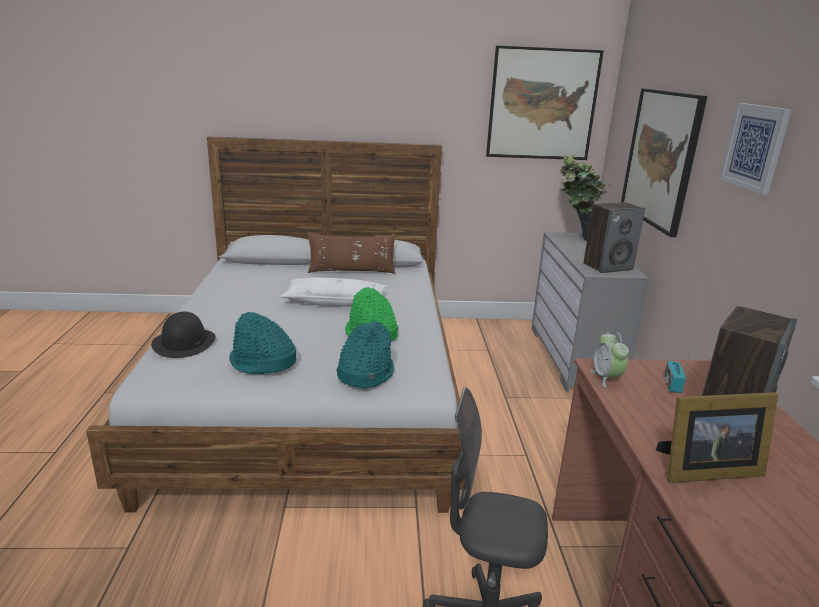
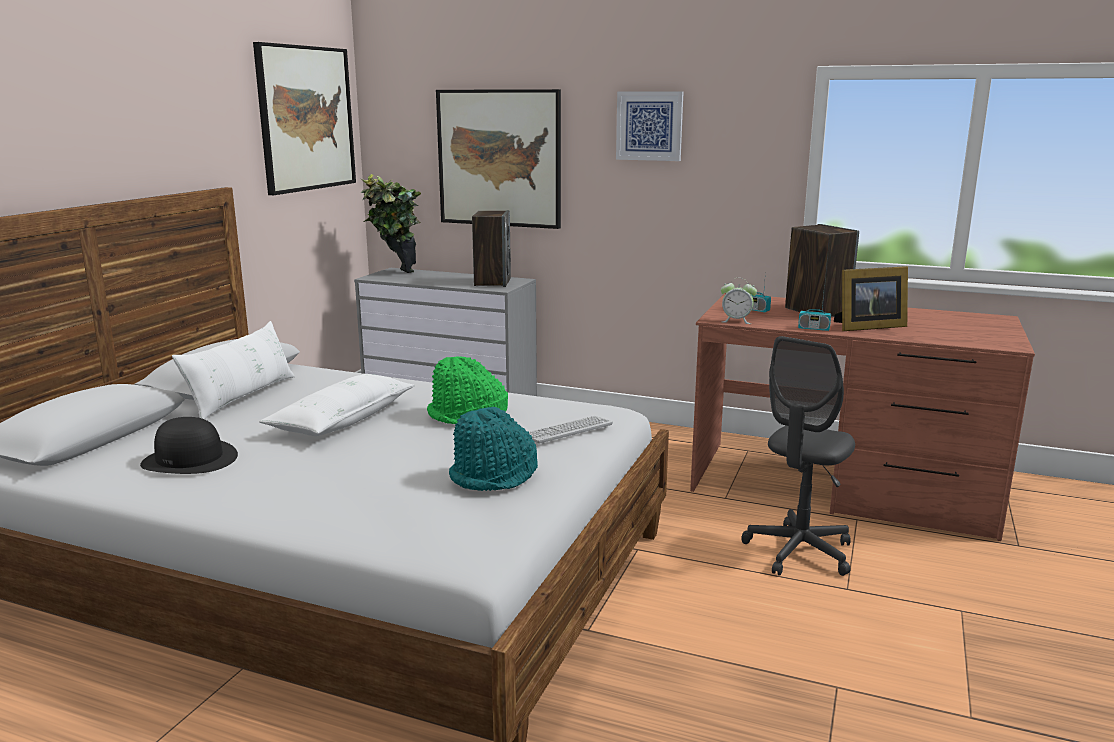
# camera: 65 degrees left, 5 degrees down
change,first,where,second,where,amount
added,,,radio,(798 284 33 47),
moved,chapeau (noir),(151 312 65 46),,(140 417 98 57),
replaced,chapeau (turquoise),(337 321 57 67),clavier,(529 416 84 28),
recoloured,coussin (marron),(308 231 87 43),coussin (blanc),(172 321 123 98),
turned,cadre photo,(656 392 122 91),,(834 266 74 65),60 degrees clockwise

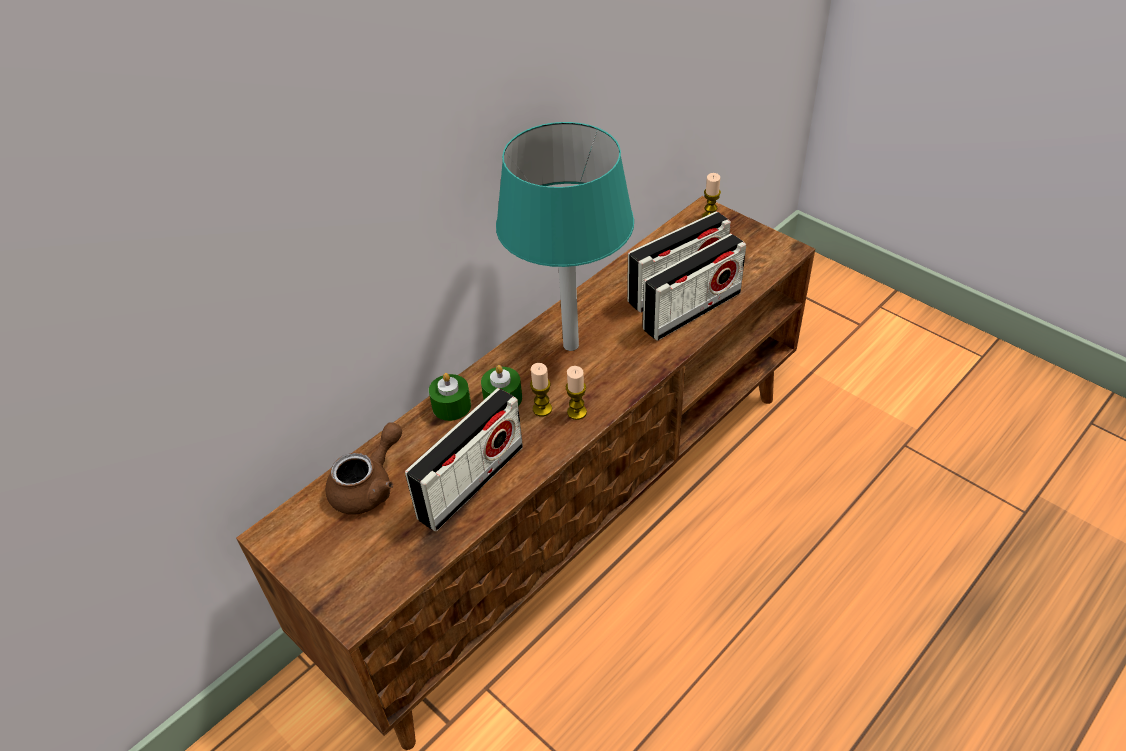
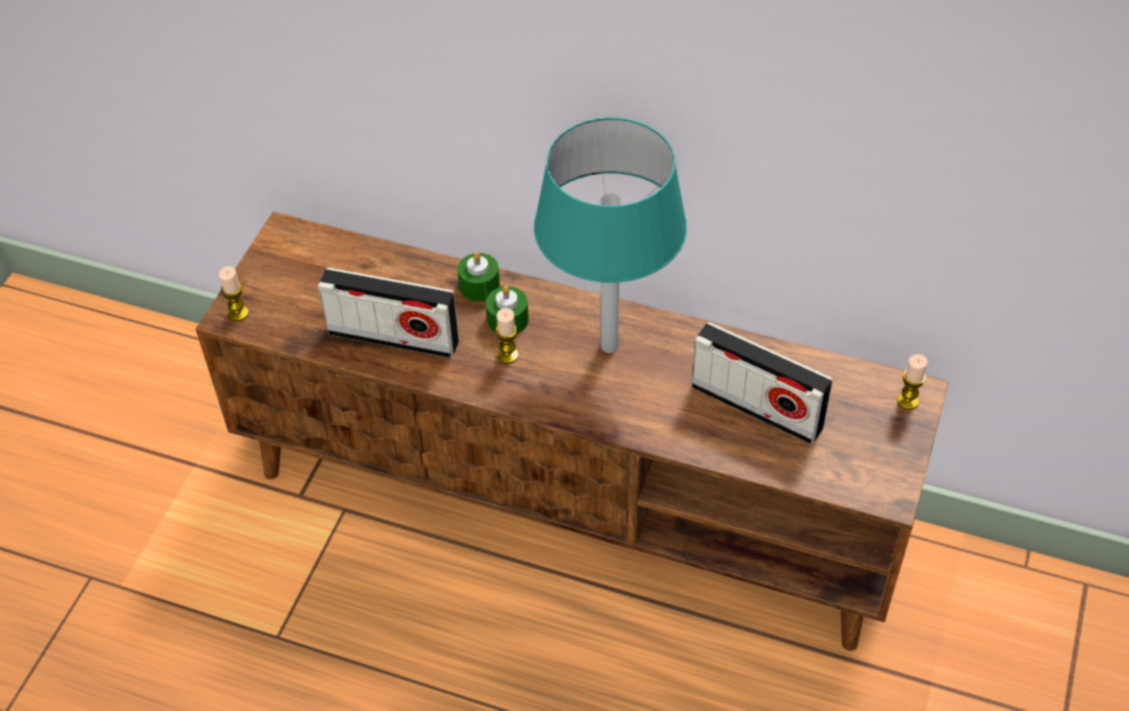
# camera: 65 degrees right, 5 degrees up
change,first,where,second,where,amount
removed,théière (marron),(325 422 77 93),,,
removed,radio,(643 234 103 107),,,
moved,bougie,(566 366 21 54),,(219 266 30 55),

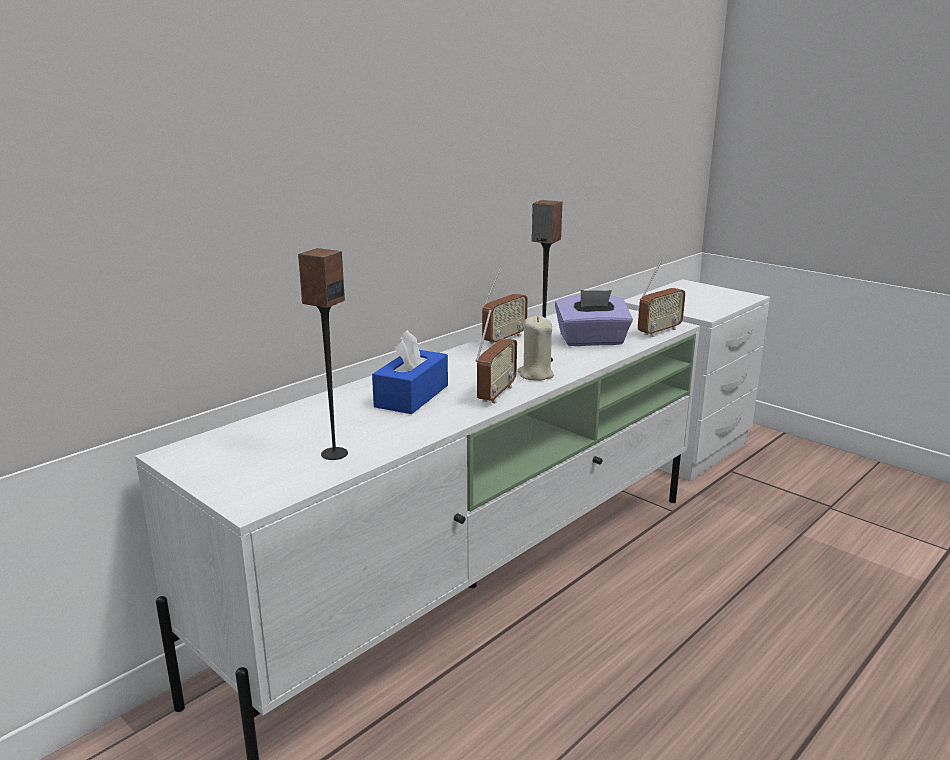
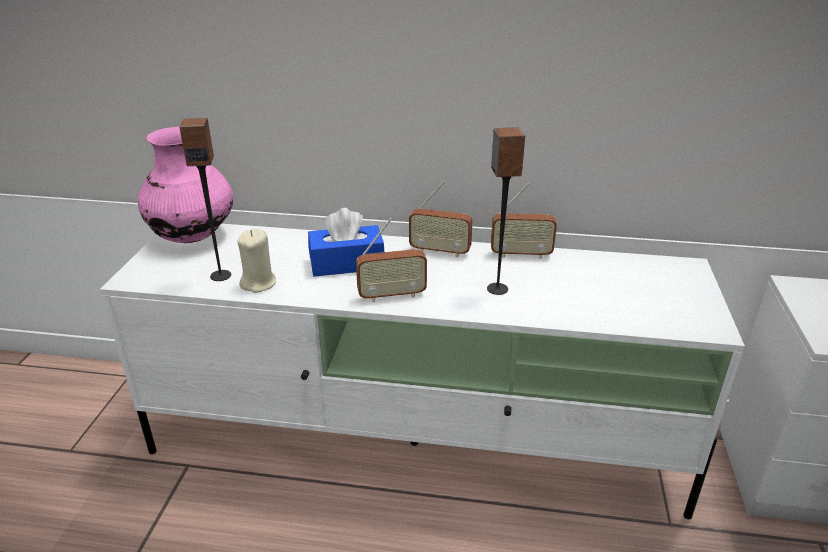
# camera: 55 degrees right, 10 degrees up
change,first,where,second,where,amount
removed,boîte à mouchoirs (violet),(555 290 78 56),,,
added,,,vase (rose),(138 127 96 116),
moved,bougie (beige),(517 316 37 65),,(237 229 39 64),
moved,radio,(638 261 47 76),,(409 180 64 77),

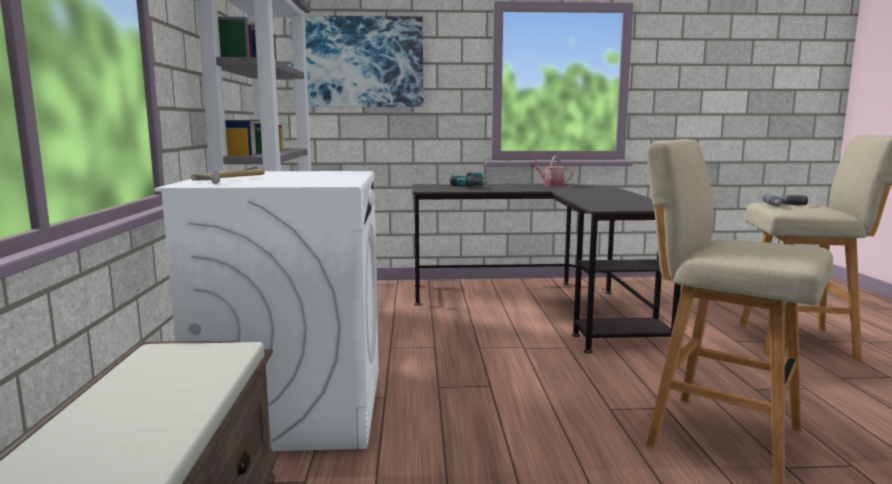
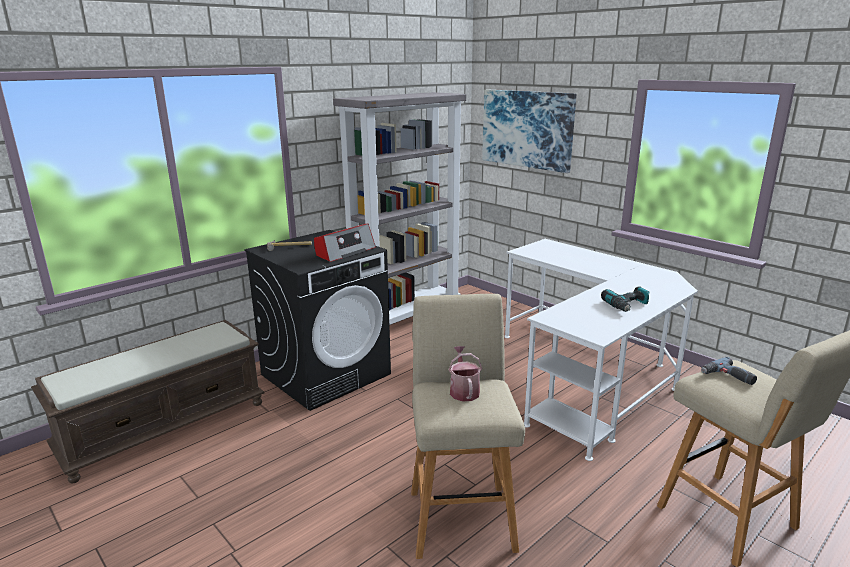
# camera: 50 degrees right, 10 degrees up
change,first,where,second,where,amount
added,,,radio,(314 223 62 39),
moved,perceuse,(450 172 38 15),,(601 286 49 26),
moved,arrosoir,(530 156 44 30),,(449 346 33 56),
recoloured,lave-linge (blanc),(154 171 225 280),lave-linge (noir),(244 230 147 181),
recoloured,bureau (noir),(412 184 269 170),bureau (blanc),(504 239 194 222),

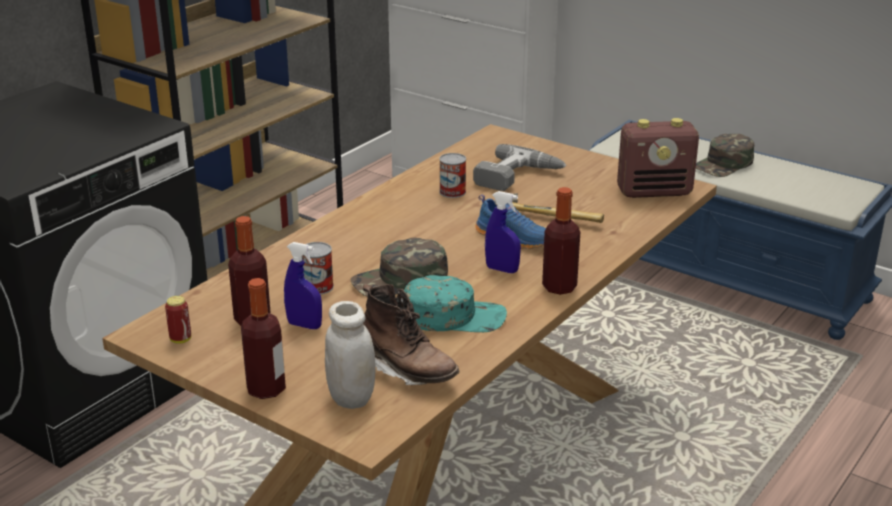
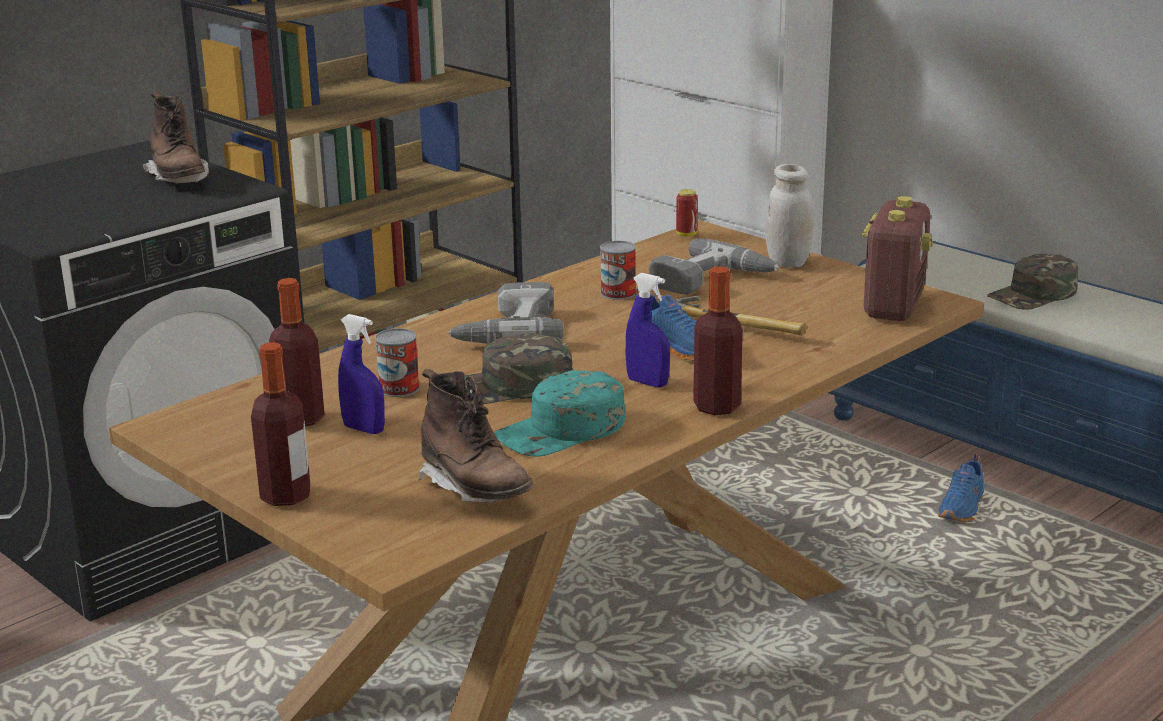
# camera: 10 degrees right, 5 degrees down
change,first,where,second,where,amount
added,,,botte (marron),(143 92 66 92),
added,,,perceuse,(448 282 116 62),
added,,,chaussure (bleu),(938 454 46 68),
moved,boîte métallique,(165 296 26 48),,(676 189 22 48),
moved,bocal (blanc),(325 301 50 108),,(766 164 48 104),
turned,casquette (turquoise),(404 275 103 57),,(494 370 131 87),135 degrees clockwise
turned,radio,(617 118 82 80),,(862 196 71 125),75 degrees counterclockwise

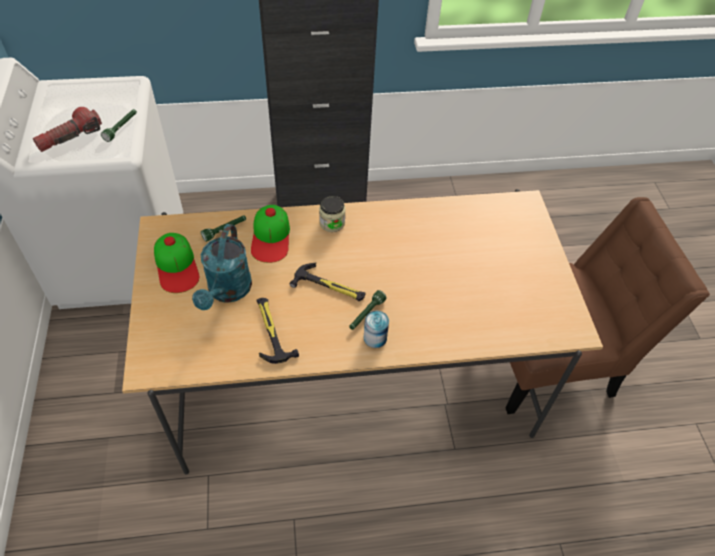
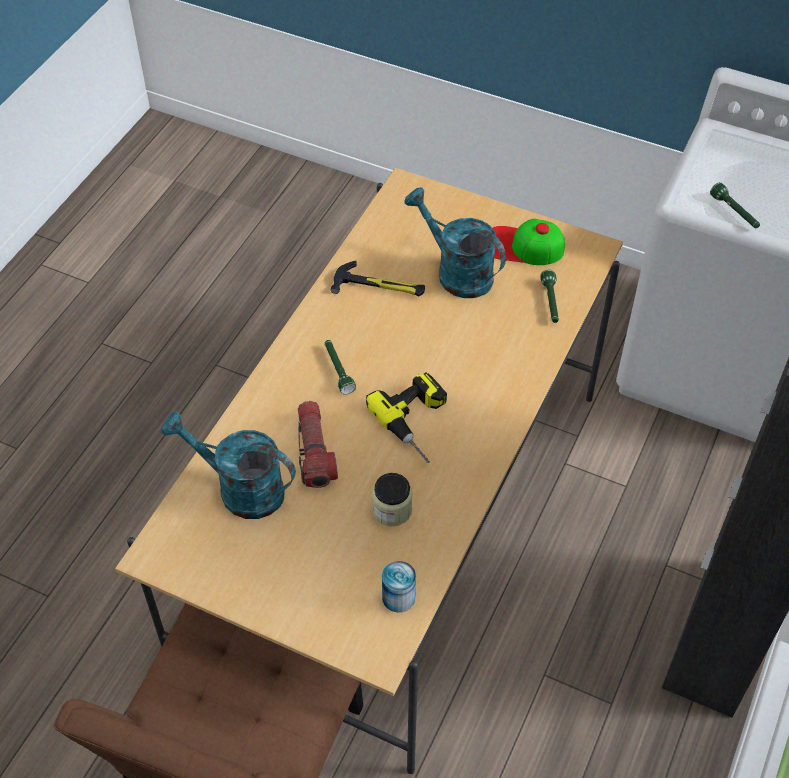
# camera: 125 degrees right, 0 degrees up
change,first,where,second,where,amount
removed,casquette,(251 205 39 58),,,
removed,marteau,(290 263 75 38),,,
added,,,arrosoir (turquoise),(161 411 135 108),
added,,,perceuse,(366 373 81 90),
moved,lampe de poche,(33 107 69 45),,(298 401 40 87),
moved,bocal,(319 196 27 36),,(372 473 40 54),
moved,boîte métallique,(364 311 25 37),,(382 561 34 51),

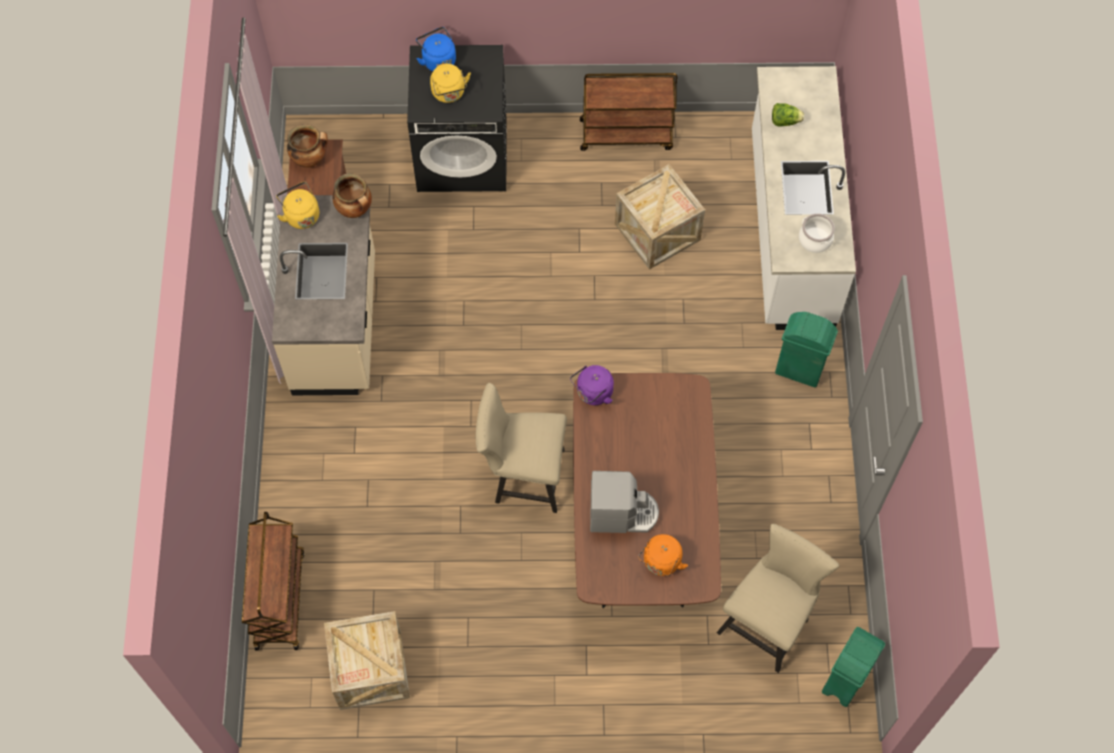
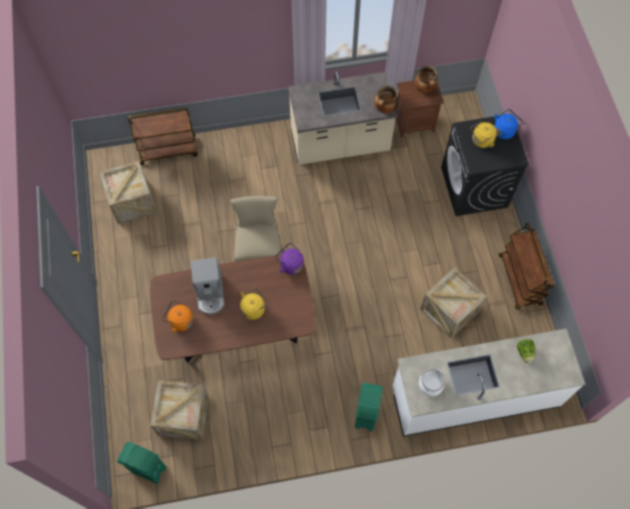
# camera: 80 degrees right, 0 degrees up
change,first,where,second,where,amount
moved,bouilloire (jaune),(276 182 43 47),,(240 288 29 32),
replaced,chaise (beige),(717 524 122 149),caisse,(150 380 59 60),

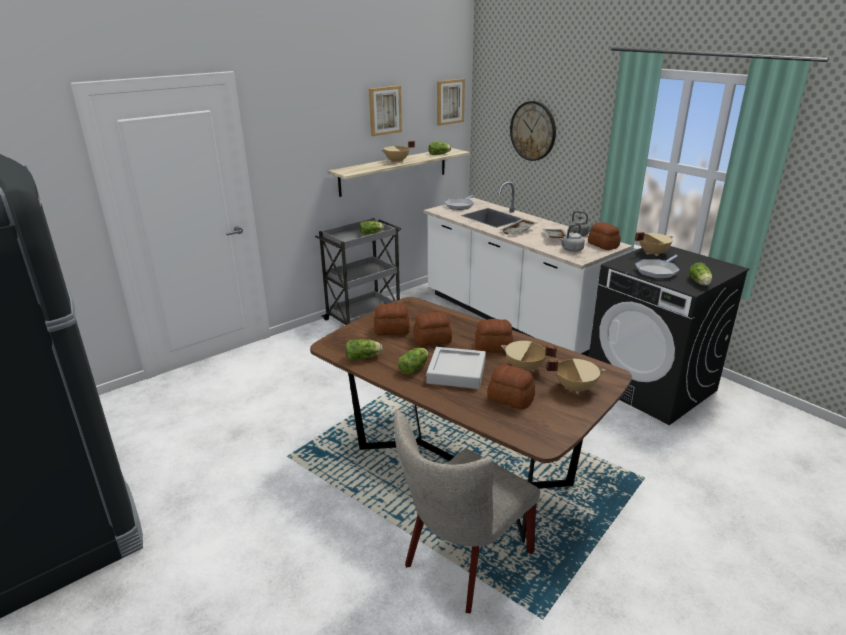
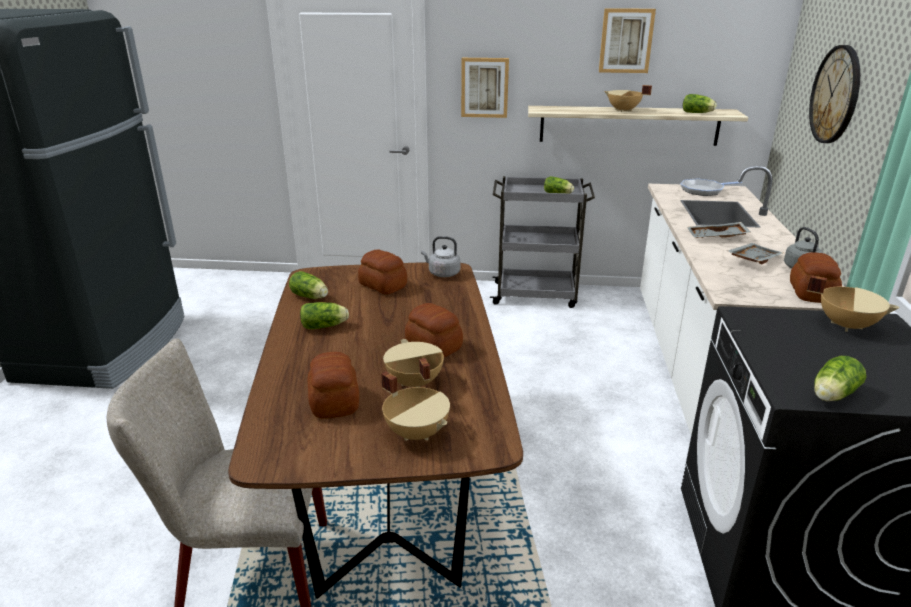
# camera: 45 degrees right, 0 degrees up
change,first,where,second,where,amount
removed,pain,(413 312 39 34),,,
removed,plateau (gris),(426 347 60 42),,,
removed,poêle,(635 255 44 23),,,
moved,tableau,(437 79 28 47),,(461 58 48 60),
moved,bouilloire (gris),(559 224 26 28),,(421 236 39 41),

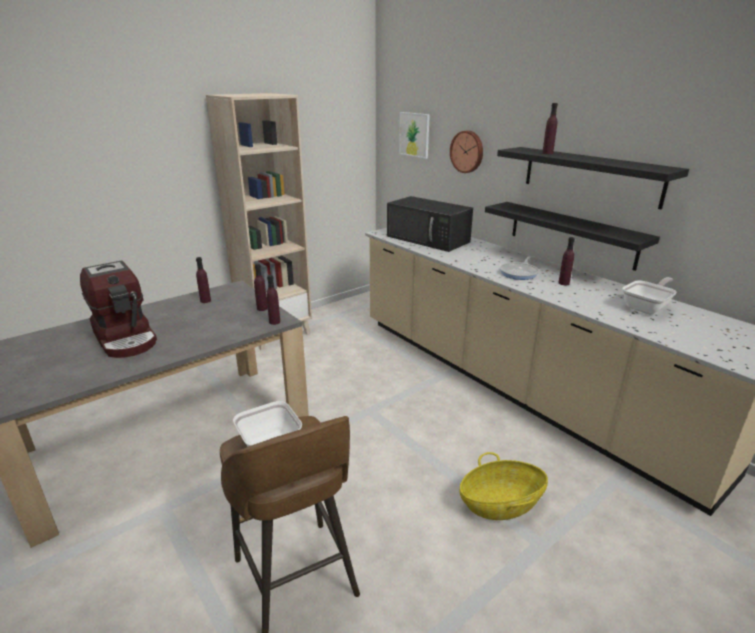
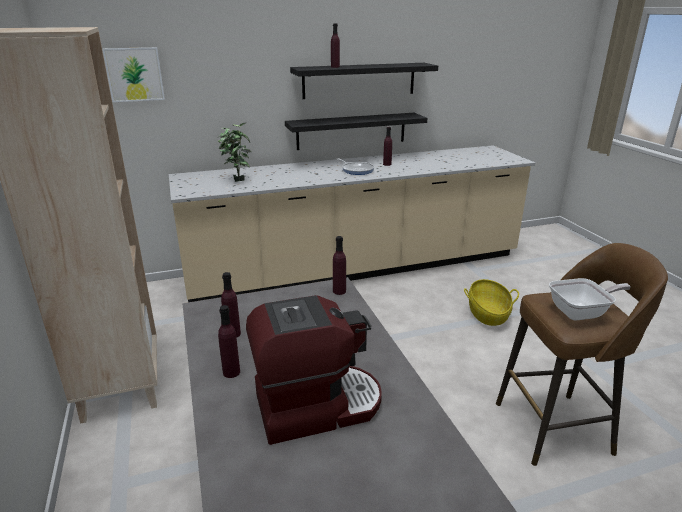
# camera: 70 degrees left, 0 degrees up
change,first,where,second,where,amount
removed,horloge murale,(450 131 33 42),,,
removed,poêle,(622 277 55 37),,,
moved,bouteille (violet),(254 264 14 47),,(218 305 22 73),
replaced,micro-ondes (noir),(387 196 86 56),plante en pot,(218 122 34 60),

